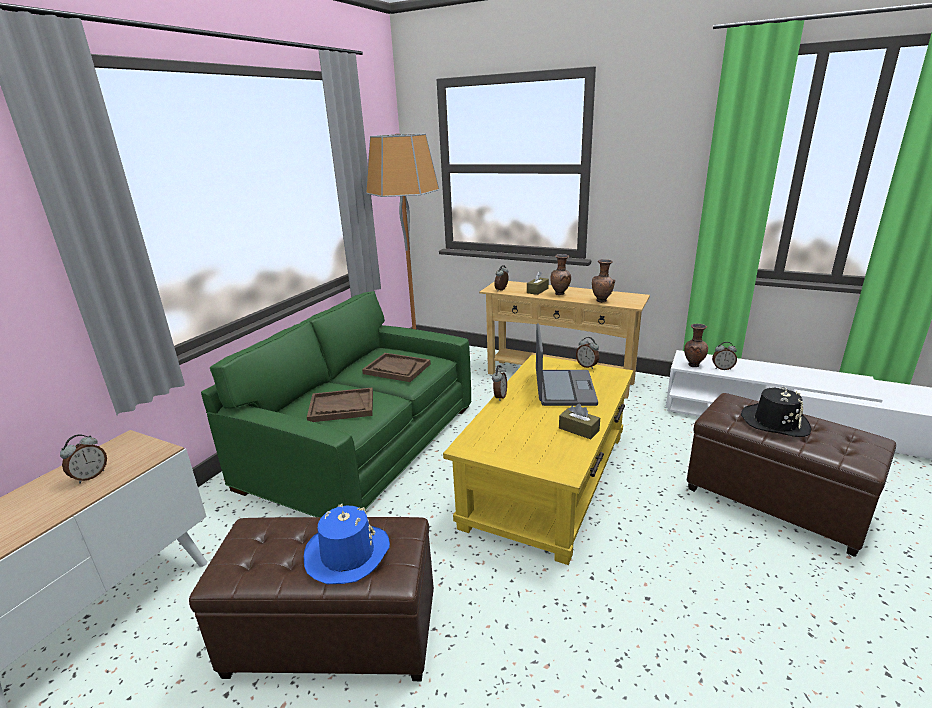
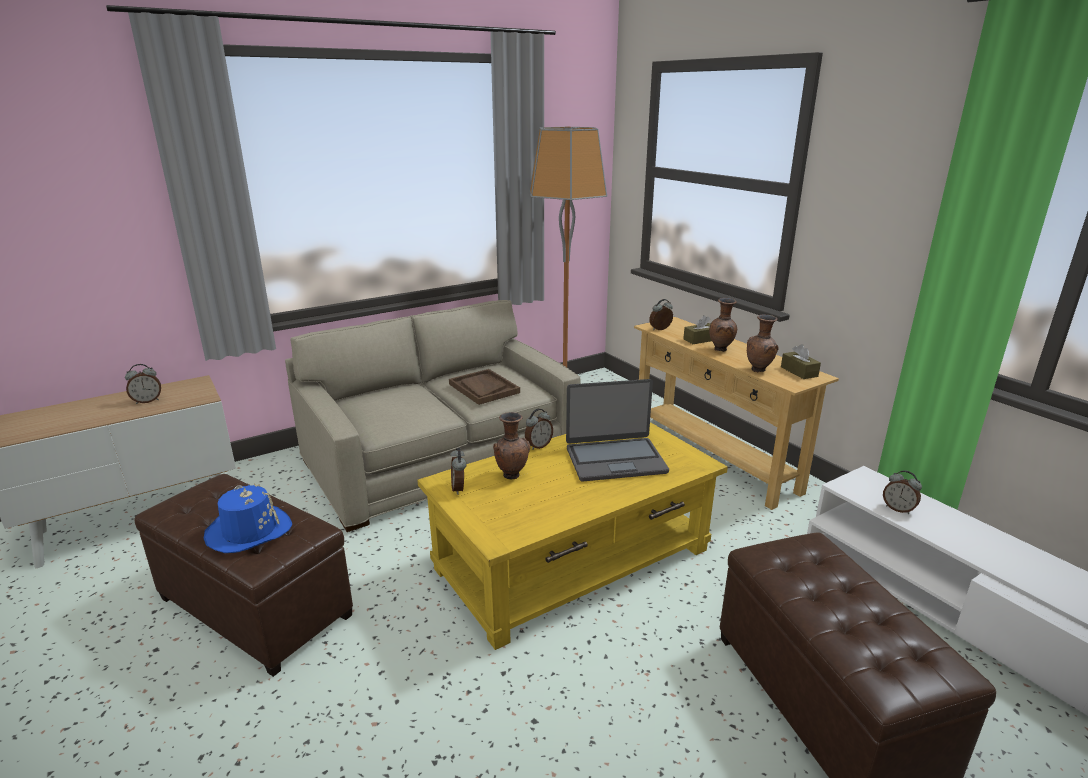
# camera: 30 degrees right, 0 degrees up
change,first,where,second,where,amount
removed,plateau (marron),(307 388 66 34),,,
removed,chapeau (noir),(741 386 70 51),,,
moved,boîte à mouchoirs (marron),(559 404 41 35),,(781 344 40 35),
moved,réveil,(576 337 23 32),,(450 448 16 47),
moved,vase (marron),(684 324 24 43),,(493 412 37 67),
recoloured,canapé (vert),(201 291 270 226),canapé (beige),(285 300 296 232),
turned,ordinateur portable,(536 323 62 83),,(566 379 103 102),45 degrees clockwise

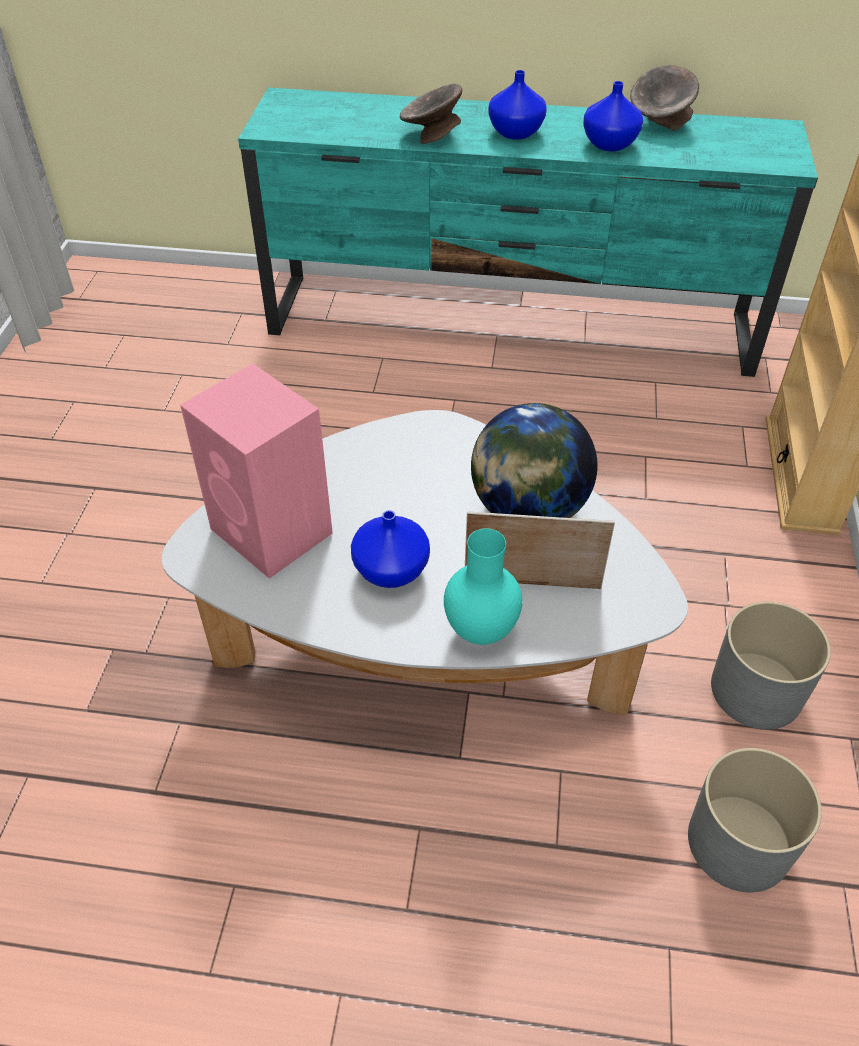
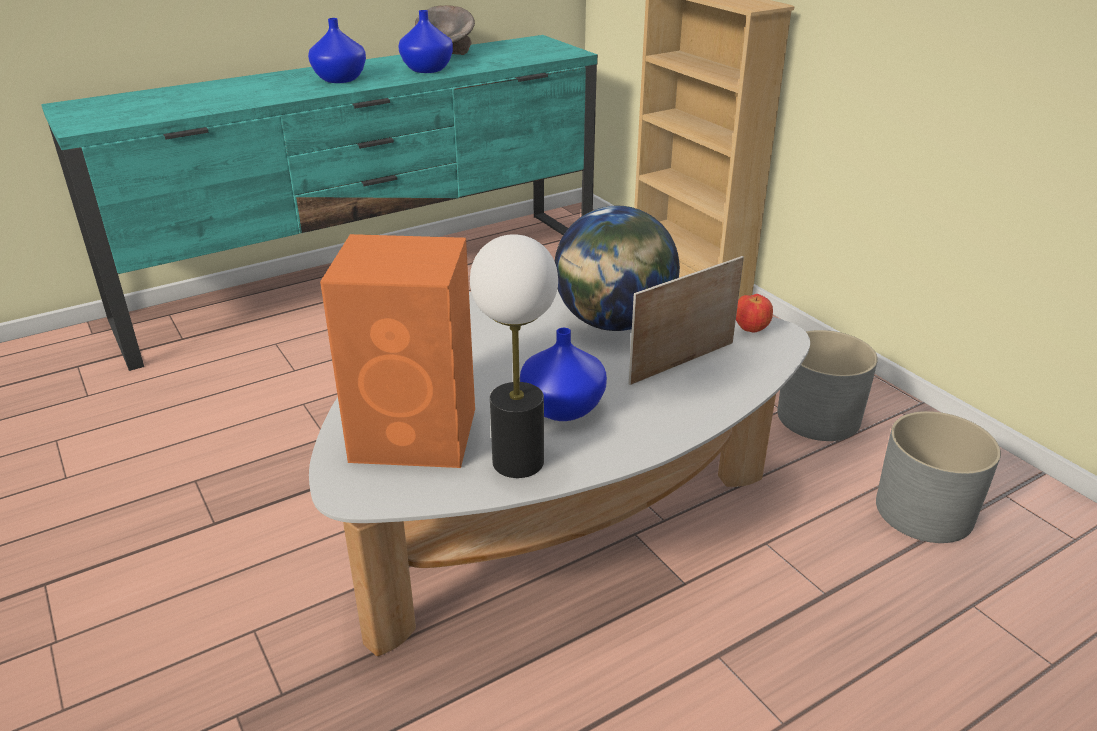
# camera: 40 degrees left, 15 degrees down
change,first,where,second,where,amount
removed,bol (gris),(400 84 62 60),,,
removed,vase (turquoise),(444 528 78 117),,,
added,,,lampe de table,(470 234 88 244),
added,,,pomme,(736 294 37 39),
recoloured,enceinte (rose),(180 363 153 216),enceinte (orange),(320 234 155 234),

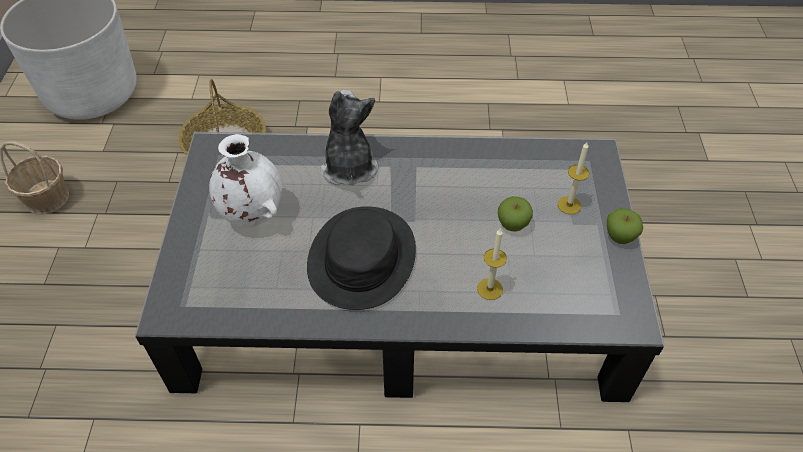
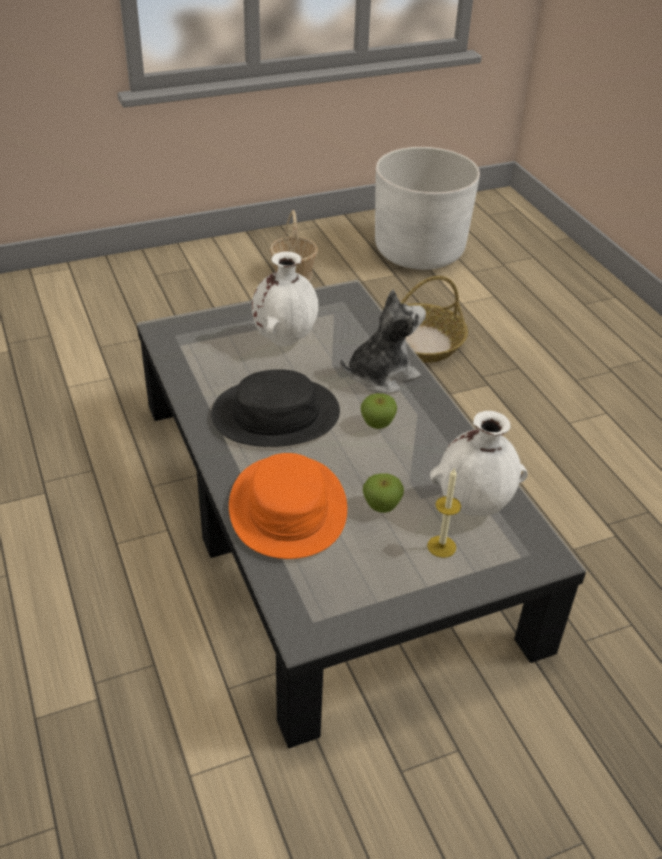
# camera: 65 degrees right, 10 degrees down
change,first,where,second,where,amount
added,,,vase (blanc),(430 411 98 105),
moved,pomme,(607 208 36 36),,(361 393 36 36),
replaced,bougie,(477 229 30 71),chapeau (orange),(229 453 118 106),

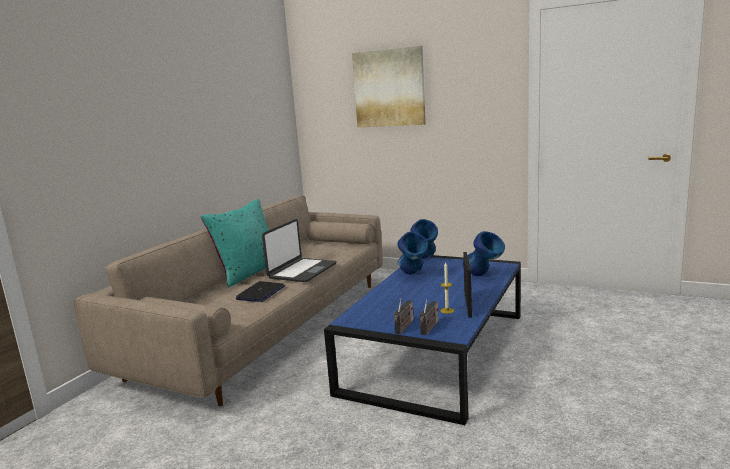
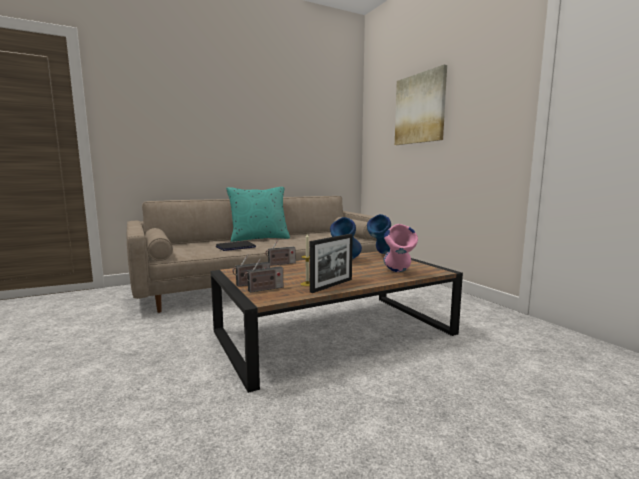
# camera: 35 degrees right, 5 degrees down
change,first,where,second,where,amount
removed,ordinateur portable,(262 219 75 63),,,
added,,,radio,(265 240 31 26),
recoloured,table basse (bleu),(324 255 197 170),table basse (marron),(211 251 252 142),
recoloured,vase (bleu),(462 231 43 45),vase (rose),(383 224 35 48),

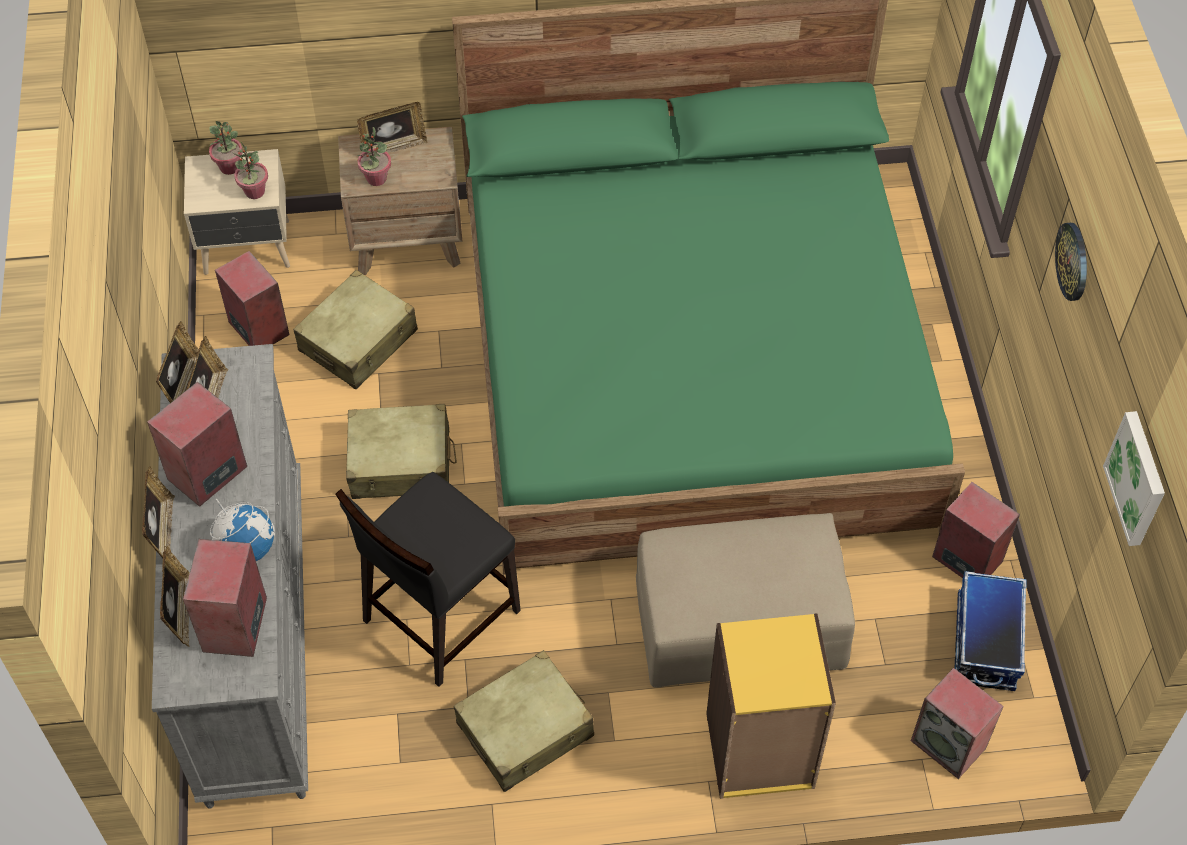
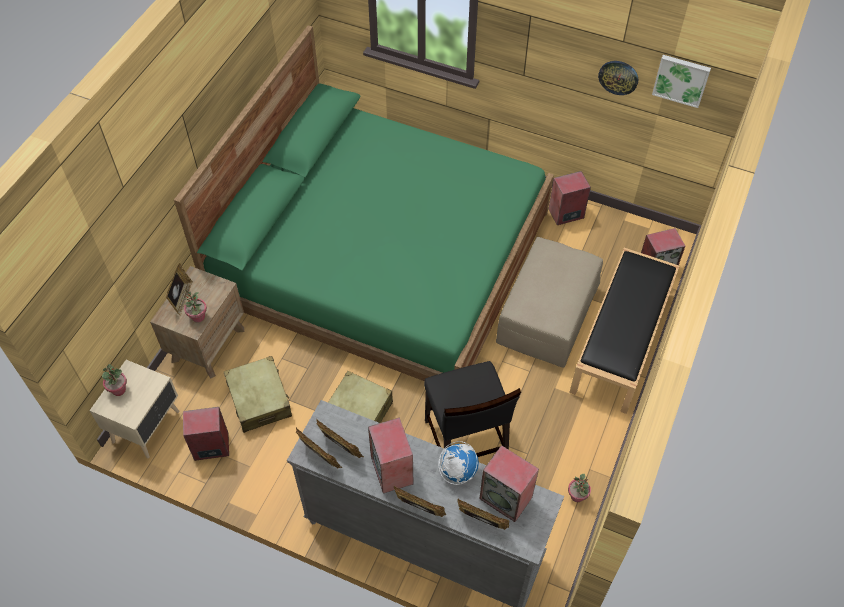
# camera: 60 degrees left, 0 degrees up
change,first,where,second,where,amount
removed,valise (beige),(454 650 140 142),,,
removed,boîte de rangement,(955 571 72 120),,,
moved,plante en pot,(233 142 35 57),,(568 474 23 28),
moved,horloge murale,(1055 223 32 78),,(598 61 41 34),
replaced,bibliothèque (jaune),(706 613 130 186),banc (noir),(569 248 111 166),

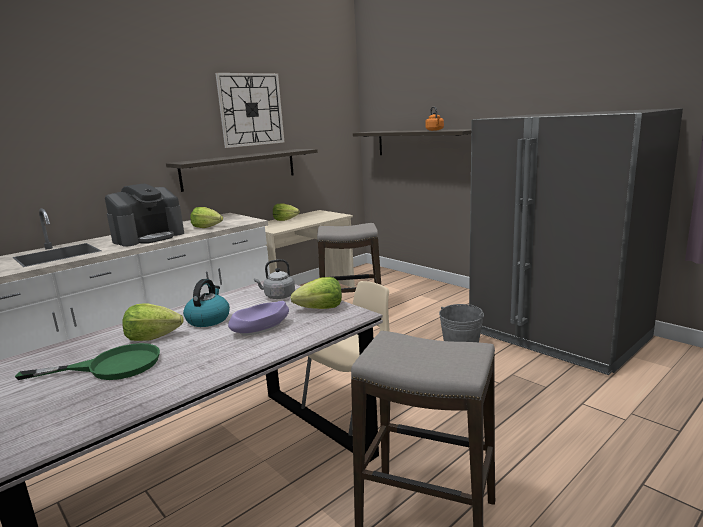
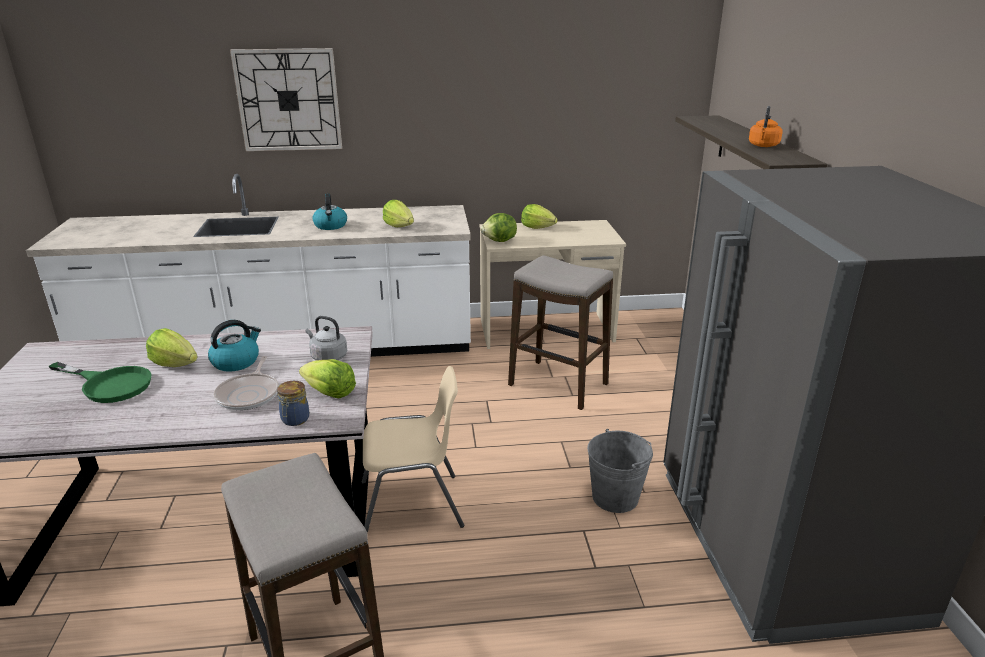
# camera: 35 degrees right, 10 degrees up
change,first,where,second,where,amount
removed,étagère,(166 149 152 43),,,
added,,,bocal,(277 381 32 45),
added,,,laitue,(481 213 36 29),
moved,horloge murale,(215 73 69 75),,(230 48 112 103),
replaced,machine à café,(105 184 79 63),bouilloire,(312 194 35 36),
replaced,bol (violet),(228 301 61 34),poêle,(214 356 65 54),

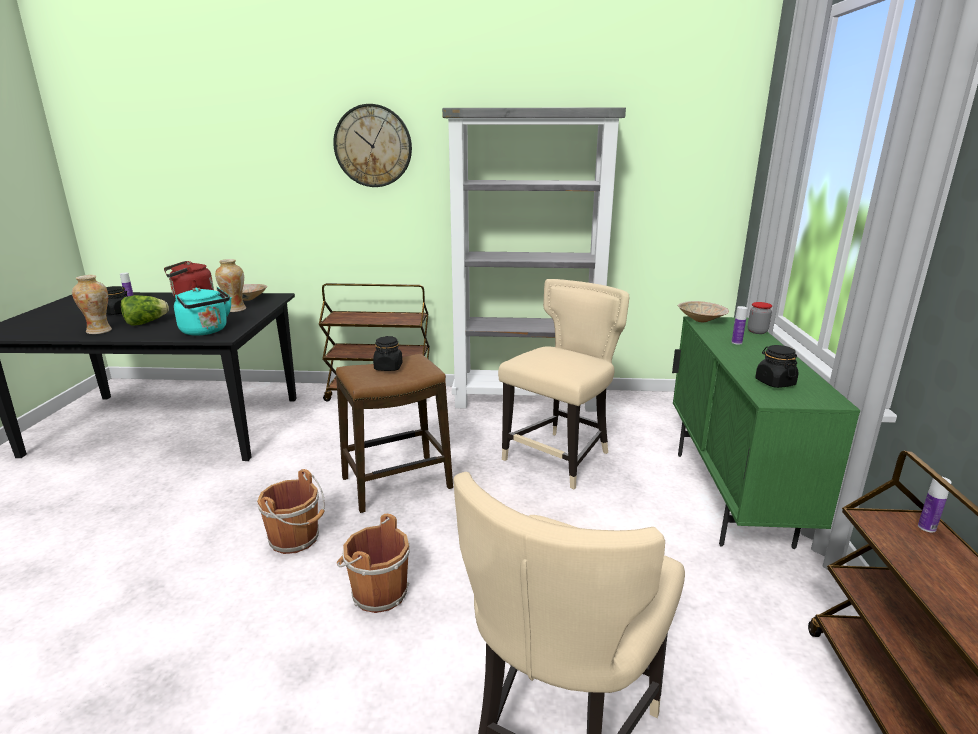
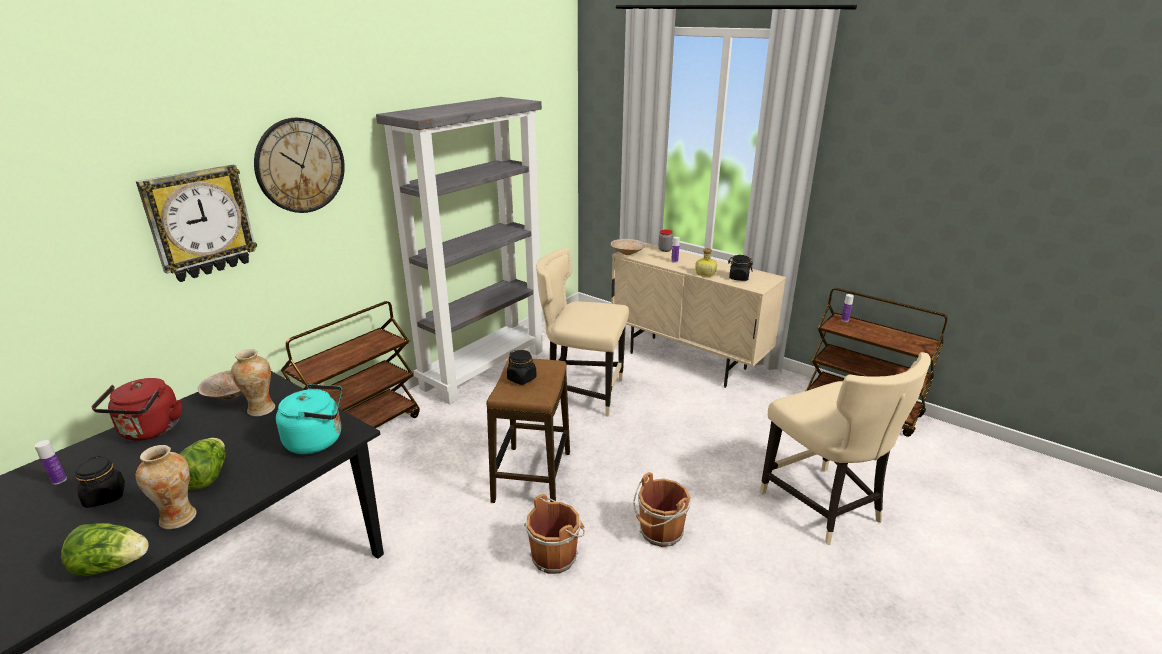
# camera: 55 degrees left, 5 degrees up
change,first,where,second,where,amount
added,,,laitue,(61 523 87 53),
added,,,horloge murale,(136 165 121 117),
added,,,bouteille,(695 248 22 29),
recoloured,meuble de rangement (vert),(672 317 188 232),meuble de rangement (beige),(611 243 175 145),
turned,chaise (beige),(498 279 131 210),,(536 248 93 169),60 degrees counterclockwise

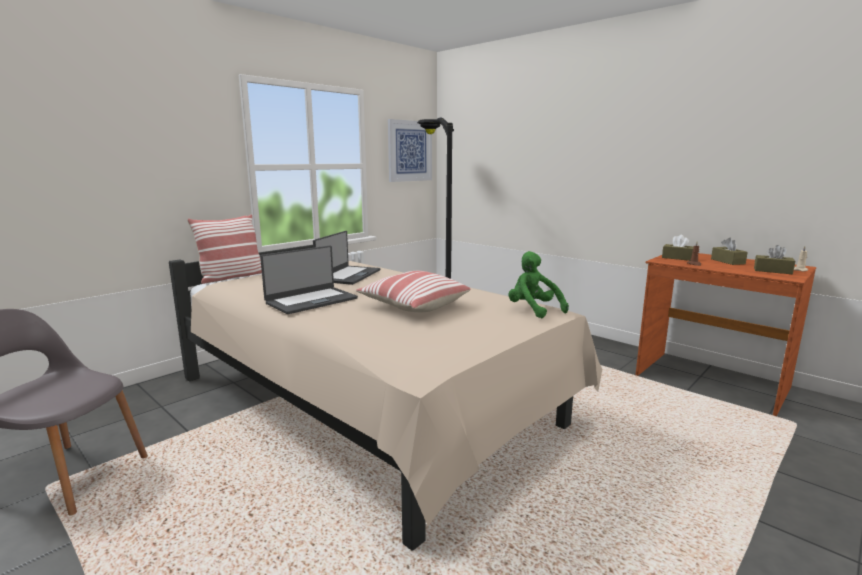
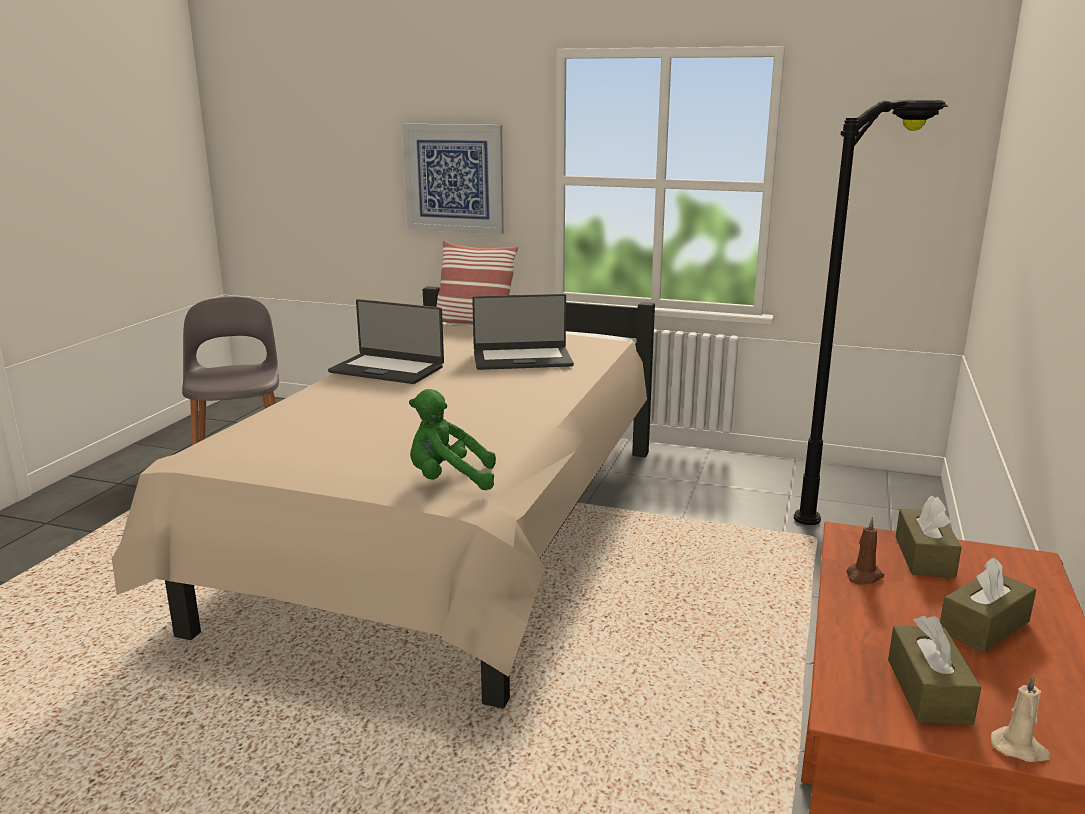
# camera: 65 degrees right, 5 degrees up
change,first,where,second,where,amount
removed,coussin,(356 271 114 41),,,
moved,tableau,(388 119 44 63),,(402 123 102 111),
turned,peluche (vert),(508 251 61 67),,(409 389 87 101),120 degrees counterclockwise

